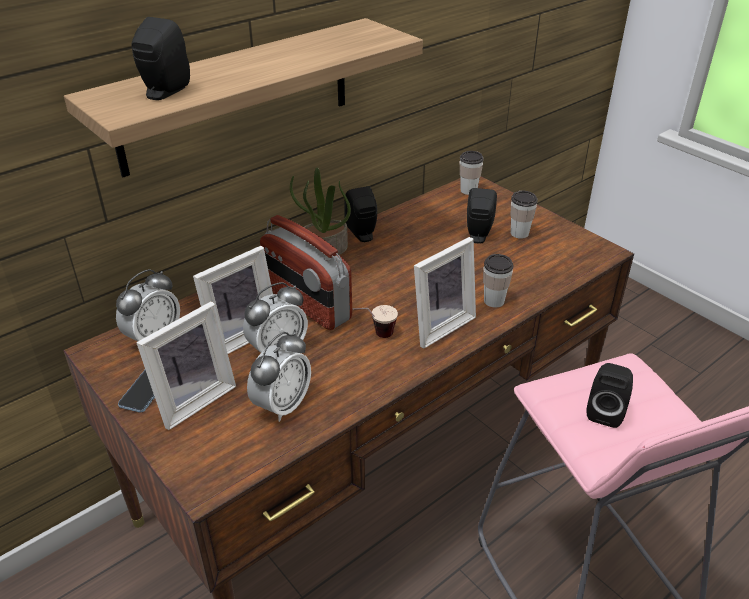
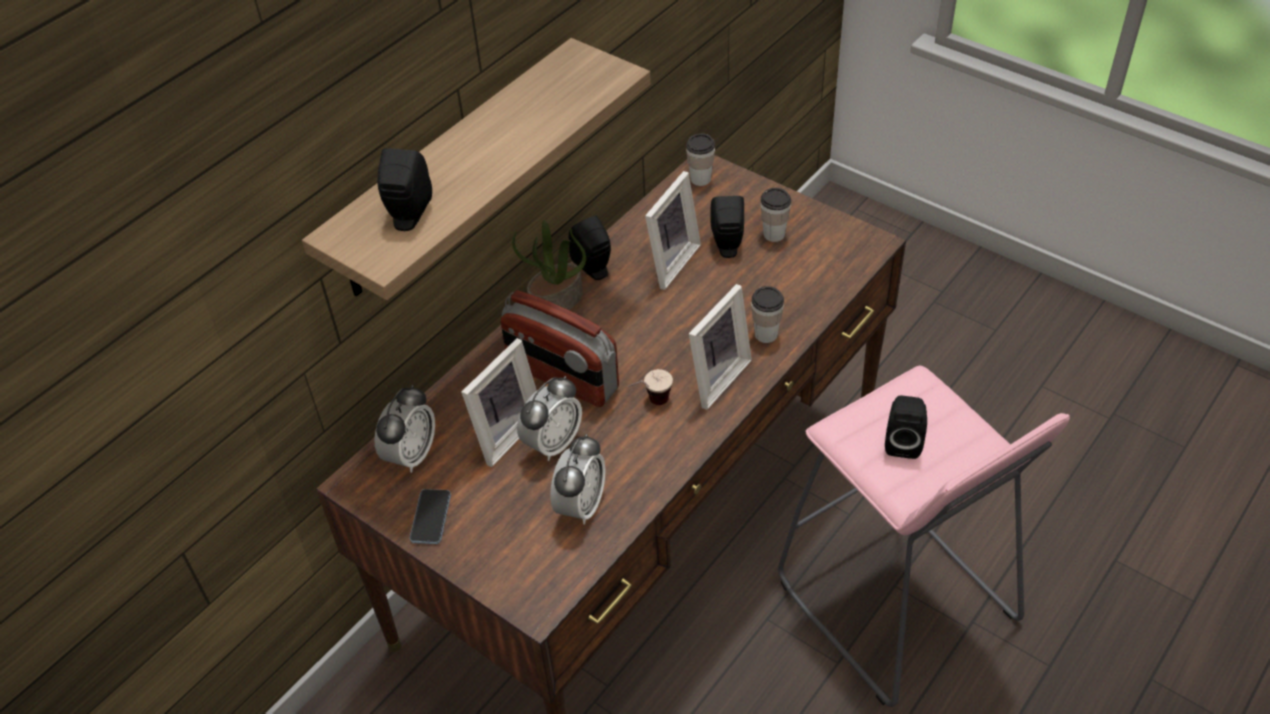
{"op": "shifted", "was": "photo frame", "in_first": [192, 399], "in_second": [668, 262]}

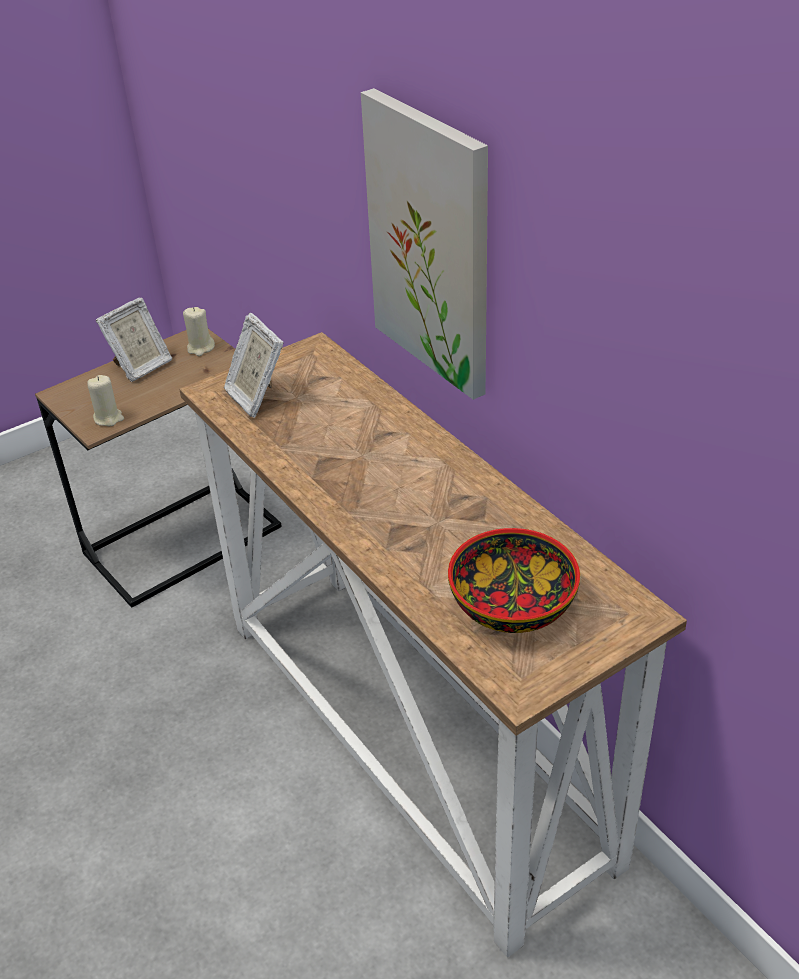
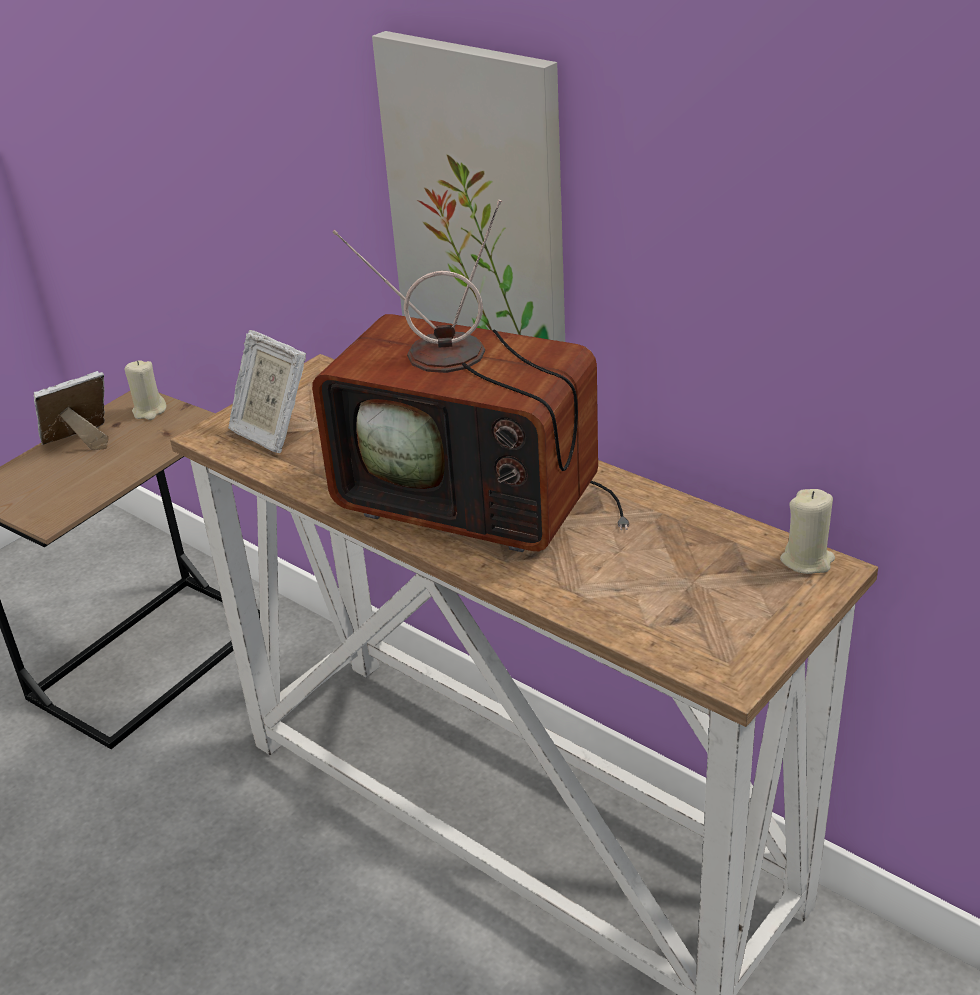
{"op": "gone", "was": "serving bowl", "in_first": [510, 606]}
{"op": "new", "now": "television", "in_second": [478, 502]}
{"op": "shifted", "was": "wax light (beige)", "in_first": [108, 418], "in_second": [807, 560]}
{"op": "rotated", "was": "photo frame", "in_first": [141, 367], "in_second": [81, 443], "clockwise": -150}

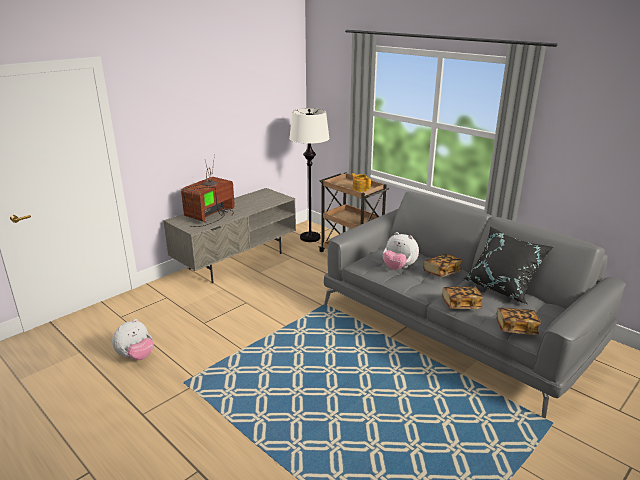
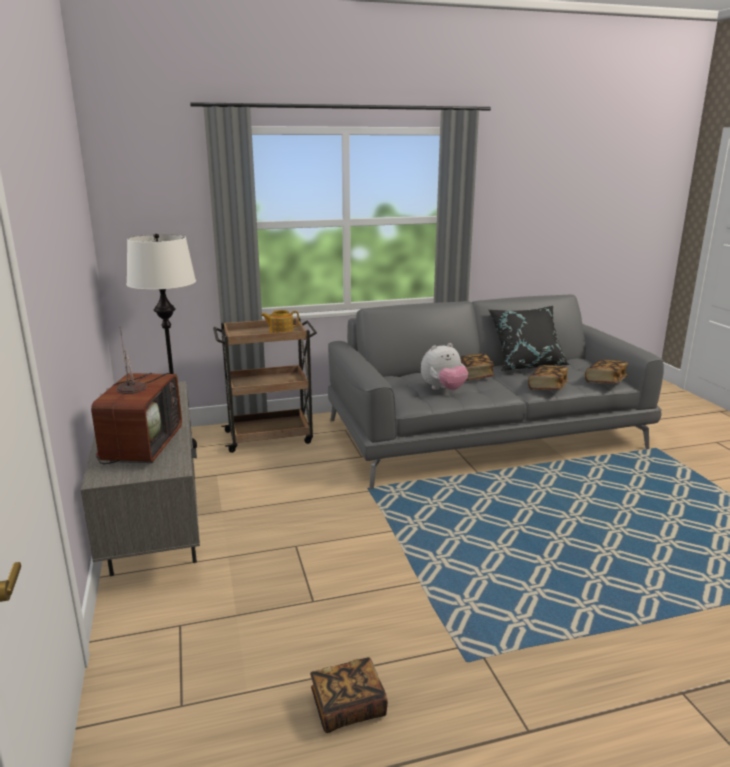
{"op": "swapped", "was": "soft toy", "now": "book", "in_first": [136, 356], "in_second": [348, 707]}
{"op": "rotated", "was": "television", "in_first": [210, 216], "in_second": [141, 446], "clockwise": -150}

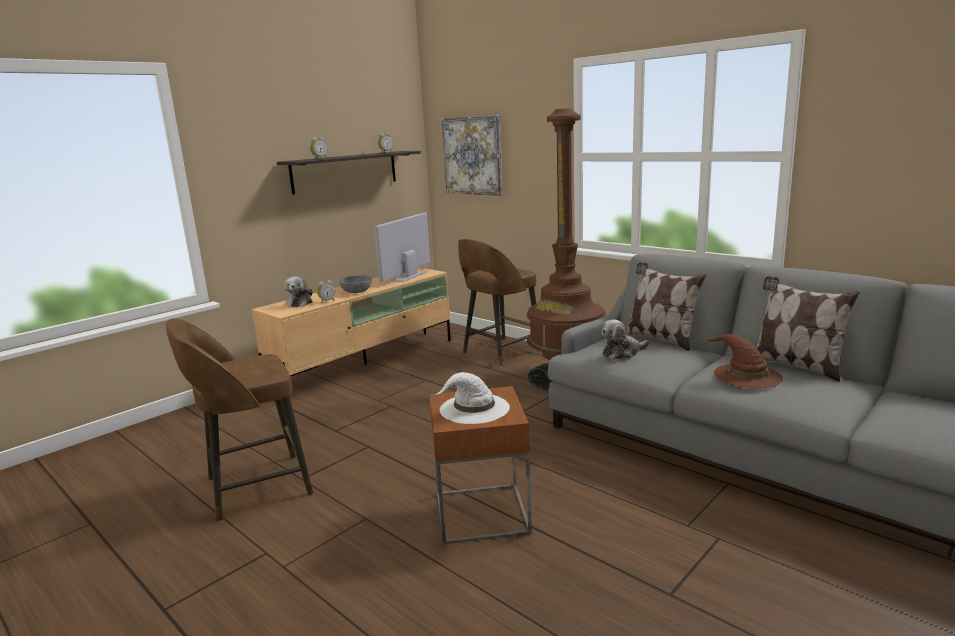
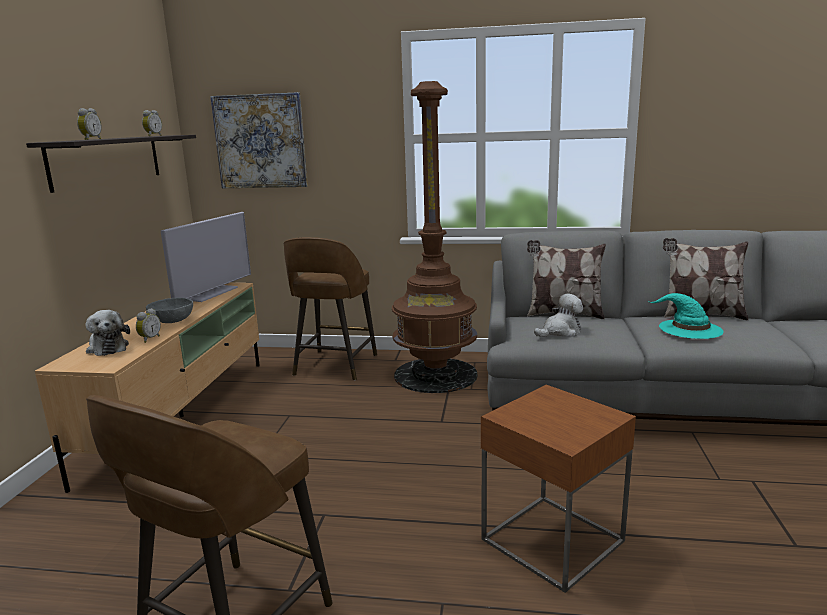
{"op": "gone", "was": "clothing hat (white)", "in_first": [474, 409]}
{"op": "repainted", "was": "clothing hat (brown-coloured)", "now": "clothing hat (blue-green)", "in_first": [746, 375], "in_second": [689, 329]}
{"op": "rotated", "was": "television", "in_first": [409, 276], "in_second": [212, 293], "clockwise": -150}
{"op": "rotated", "was": "soft toy", "in_first": [622, 353], "in_second": [560, 331], "clockwise": -150}

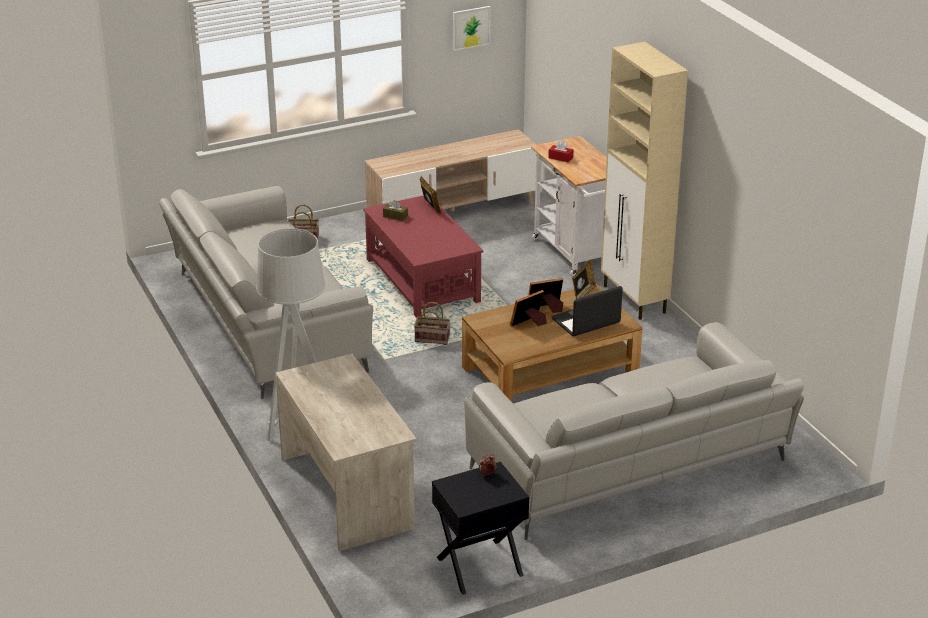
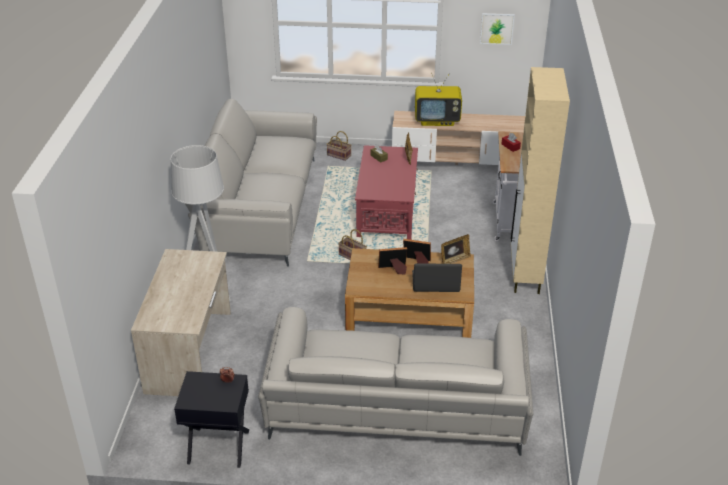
{"op": "new", "now": "television", "in_second": [437, 120]}

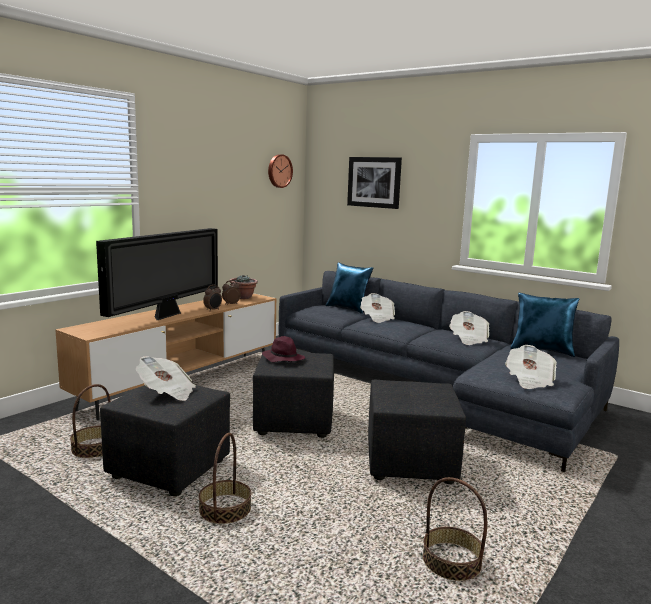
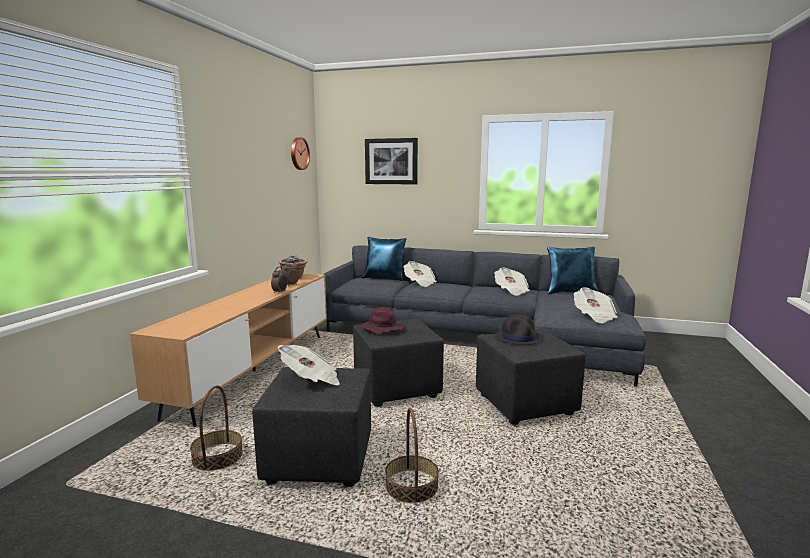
{"op": "gone", "was": "television", "in_first": [167, 315]}
{"op": "gone", "was": "storage basket", "in_first": [451, 562]}
{"op": "new", "now": "clothing hat (black)", "in_second": [518, 337]}

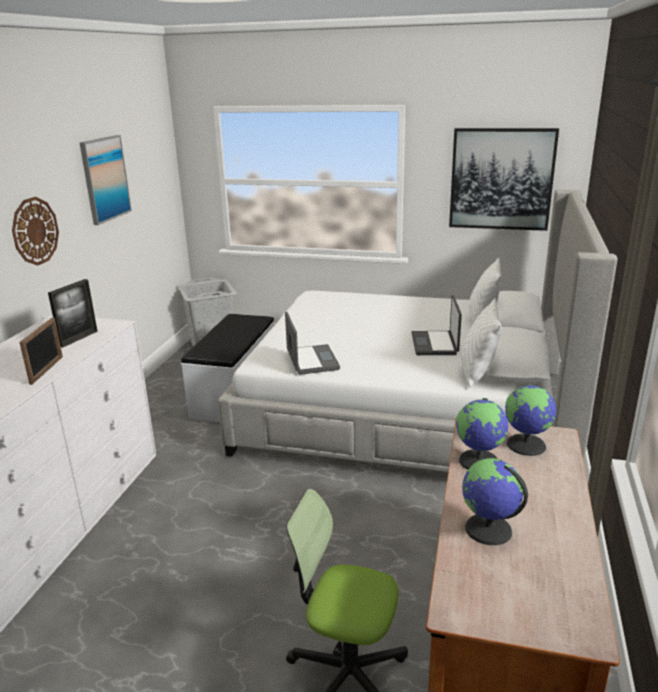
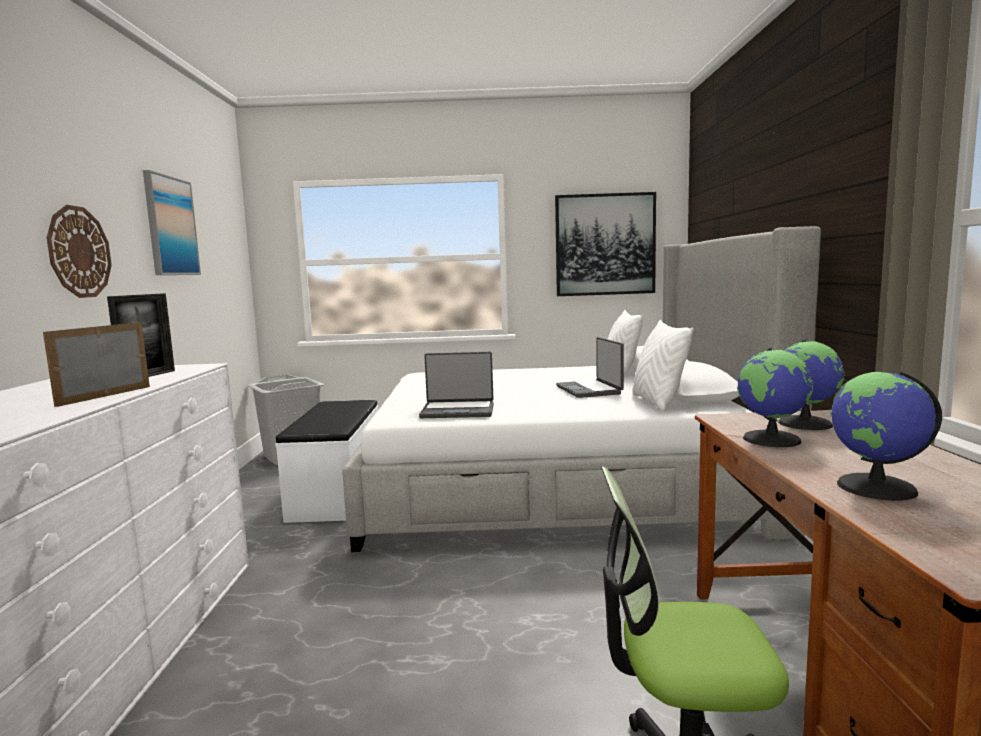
{"op": "rotated", "was": "photo frame", "in_first": [47, 370], "in_second": [104, 396], "clockwise": -150}
{"op": "rotated", "was": "notebook computer", "in_first": [311, 360], "in_second": [458, 411], "clockwise": 120}

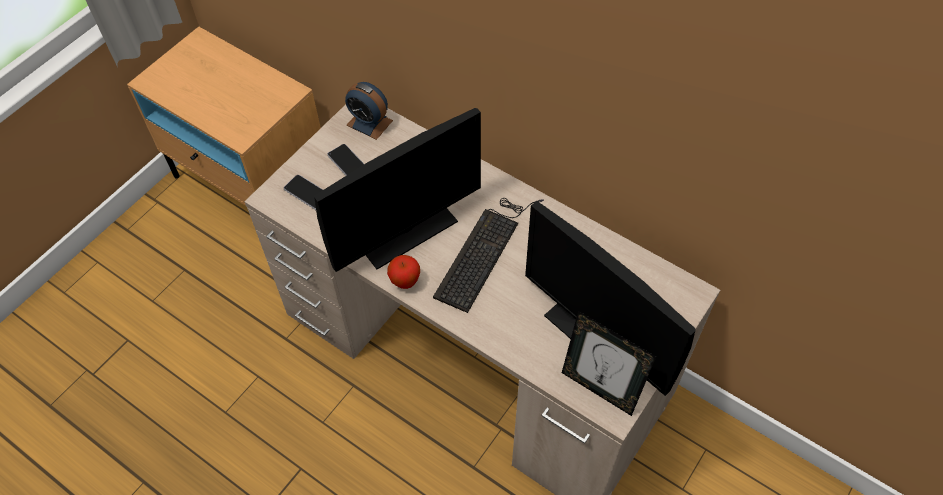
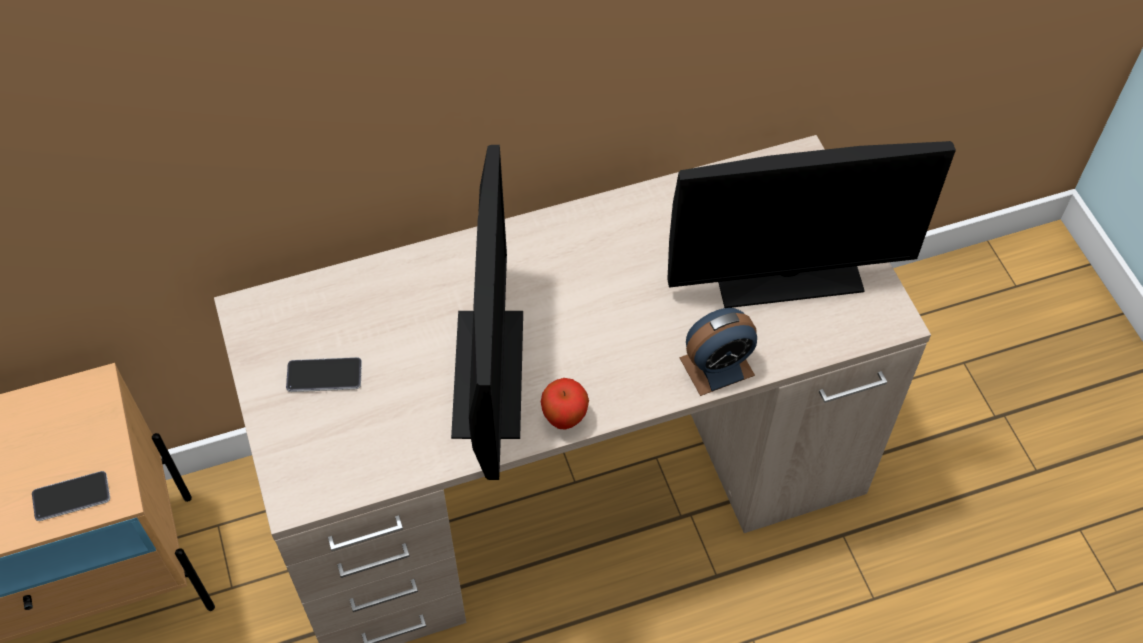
{"op": "gone", "was": "computer keyboard", "in_first": [485, 249]}
{"op": "gone", "was": "photo frame", "in_first": [599, 388]}
{"op": "shifted", "was": "phone", "in_first": [307, 193], "in_second": [71, 496]}
{"op": "shifted", "was": "bedside clock", "in_first": [369, 123], "in_second": [717, 366]}

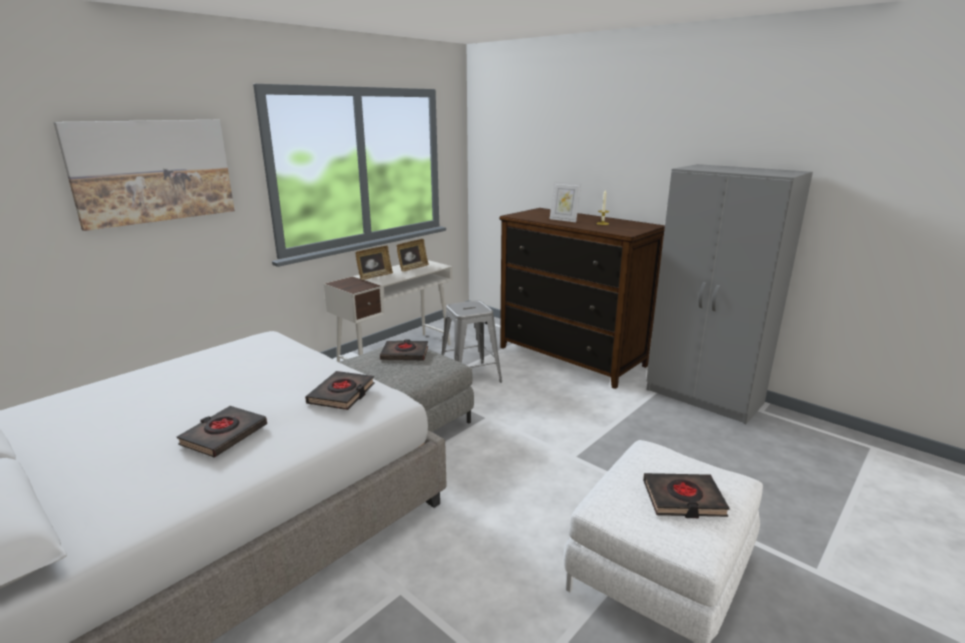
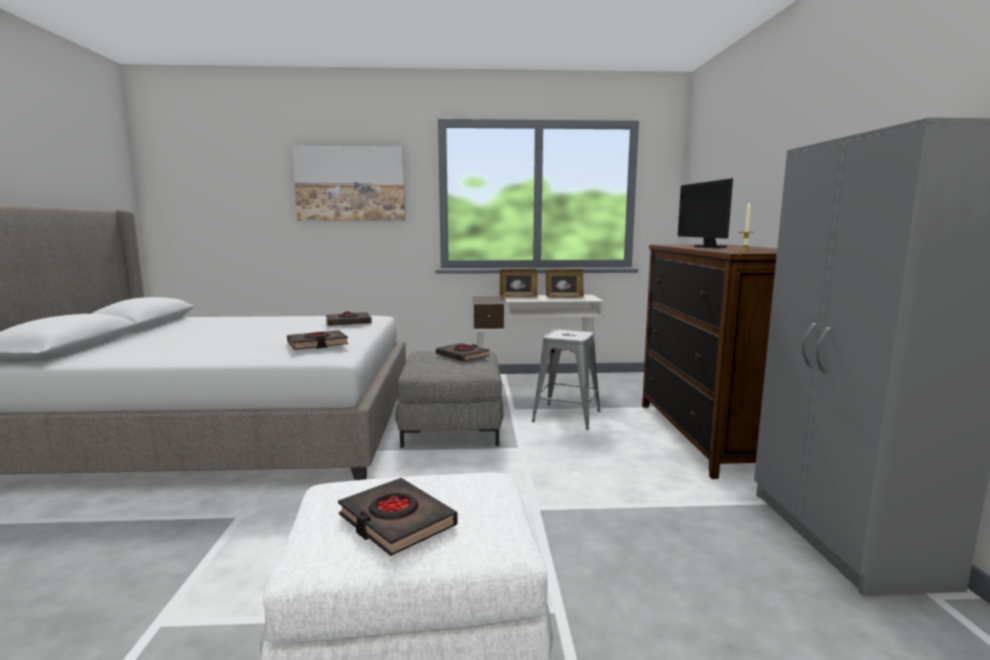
{"op": "shifted", "was": "book (black)", "in_first": [224, 435], "in_second": [348, 322]}
{"op": "swapped", "was": "photo frame", "now": "computer screen", "in_first": [564, 220], "in_second": [707, 247]}

